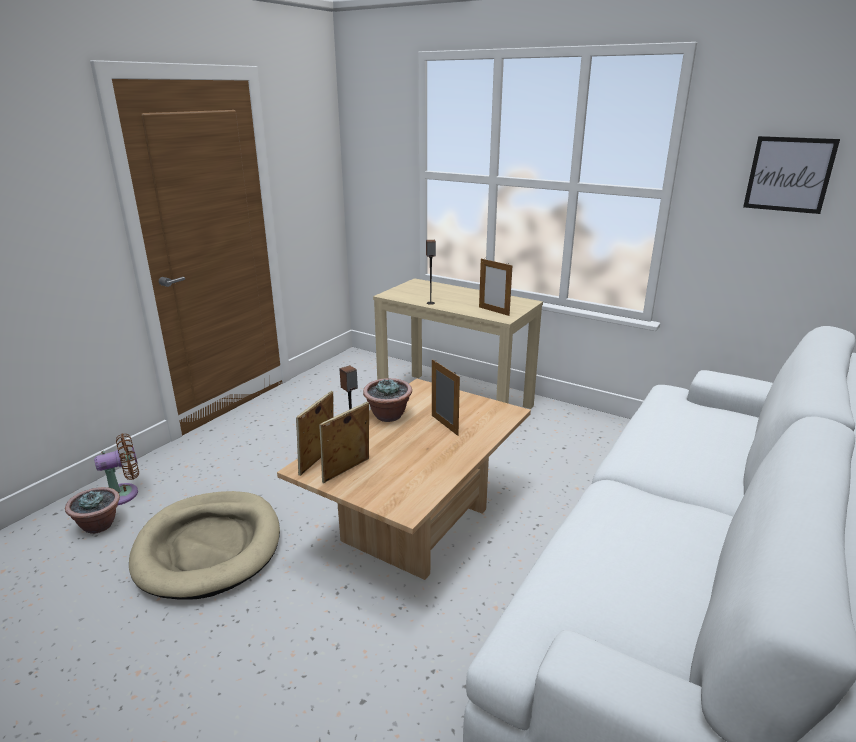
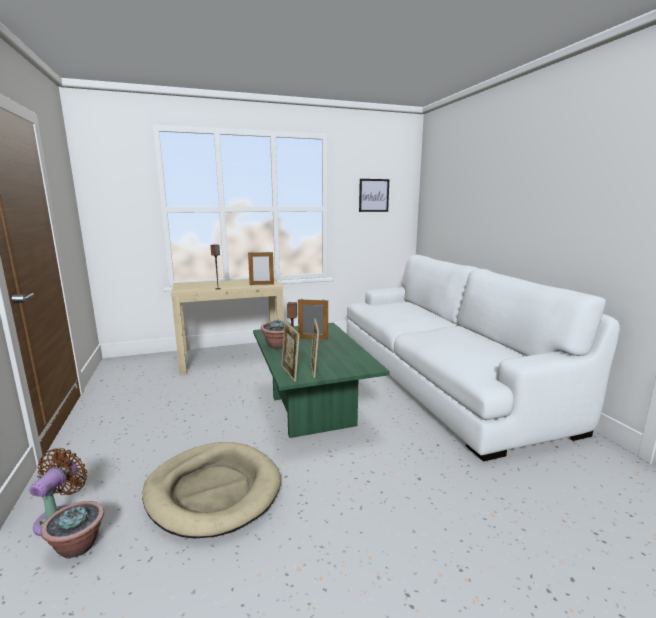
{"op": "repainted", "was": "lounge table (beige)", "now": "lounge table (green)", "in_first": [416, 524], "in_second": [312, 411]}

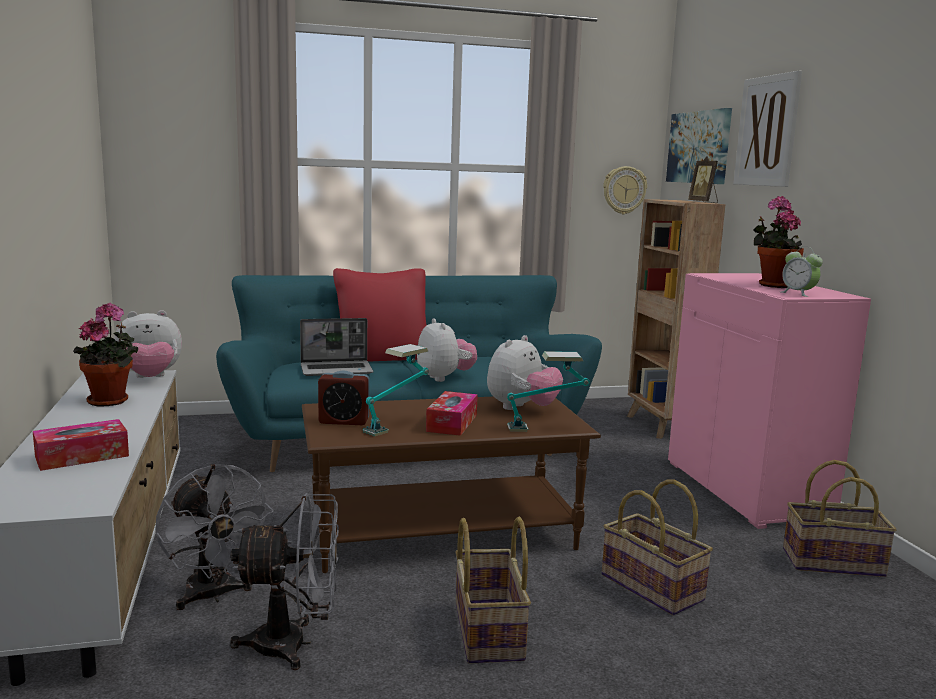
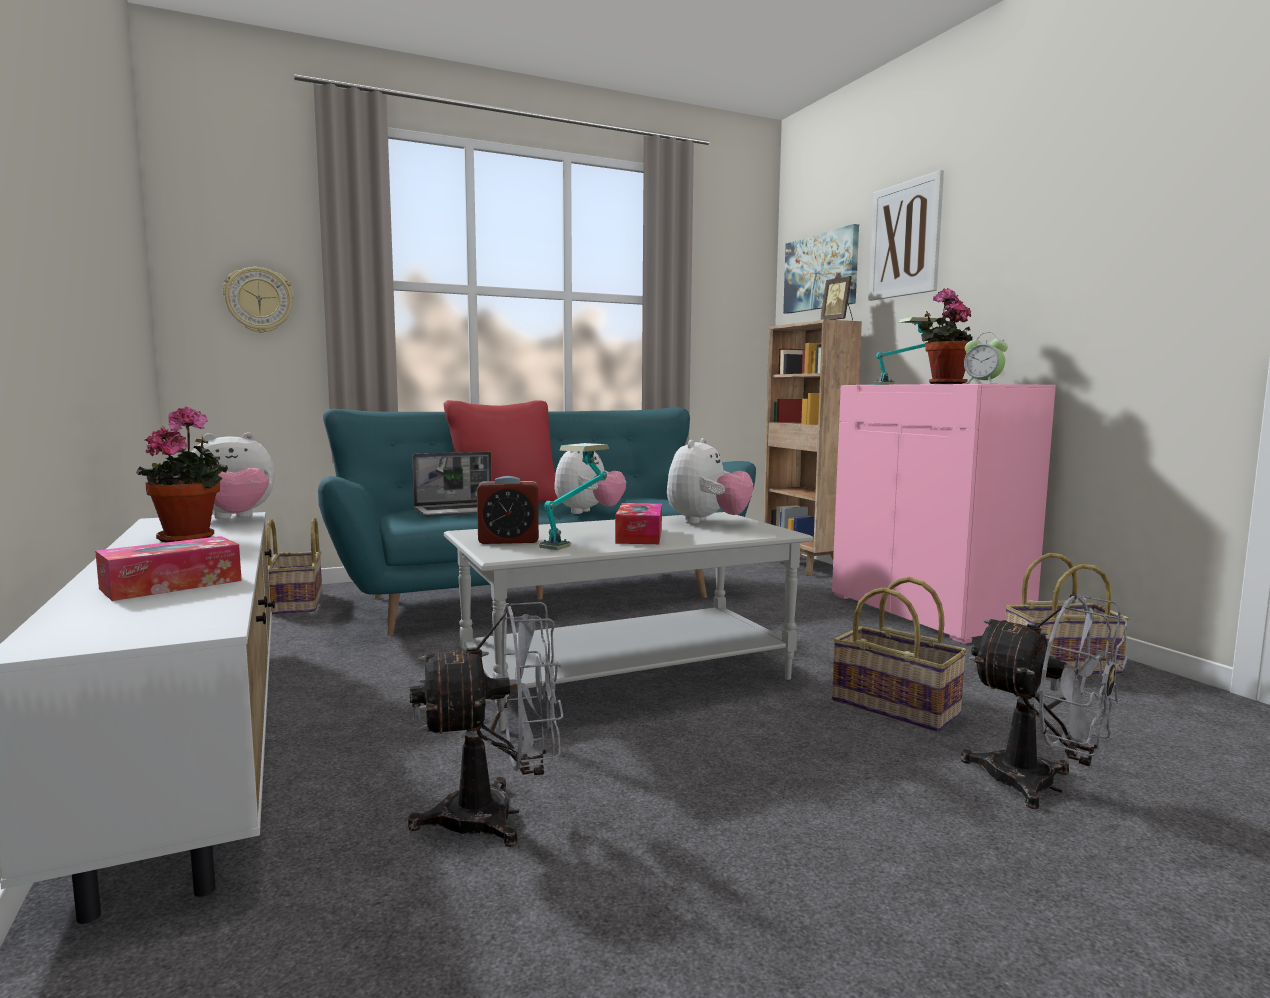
{"op": "shifted", "was": "electric fan (greyish)", "in_first": [213, 596], "in_second": [1040, 786]}
{"op": "shifted", "was": "storage basket", "in_first": [486, 631], "in_second": [296, 603]}
{"op": "shifted", "was": "lamp for a table", "in_first": [545, 429], "in_second": [905, 384]}
{"op": "shifted", "was": "wall clock", "in_first": [624, 190], "in_second": [259, 300]}
{"op": "repainted", "was": "lounge table (brown-coloured)", "now": "lounge table (greyish)", "in_first": [443, 533], "in_second": [627, 677]}
{"op": "rotated", "was": "soft toy", "in_first": [445, 378], "in_second": [589, 512], "clockwise": 60}

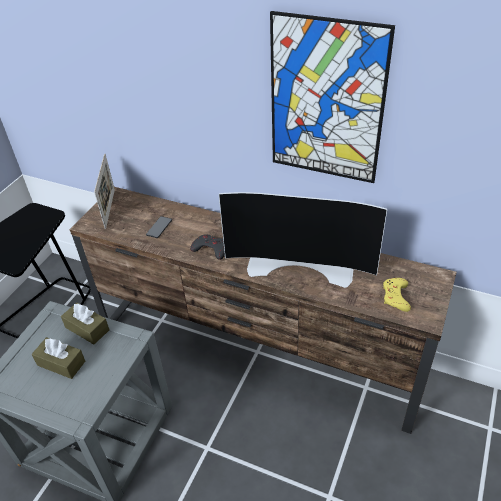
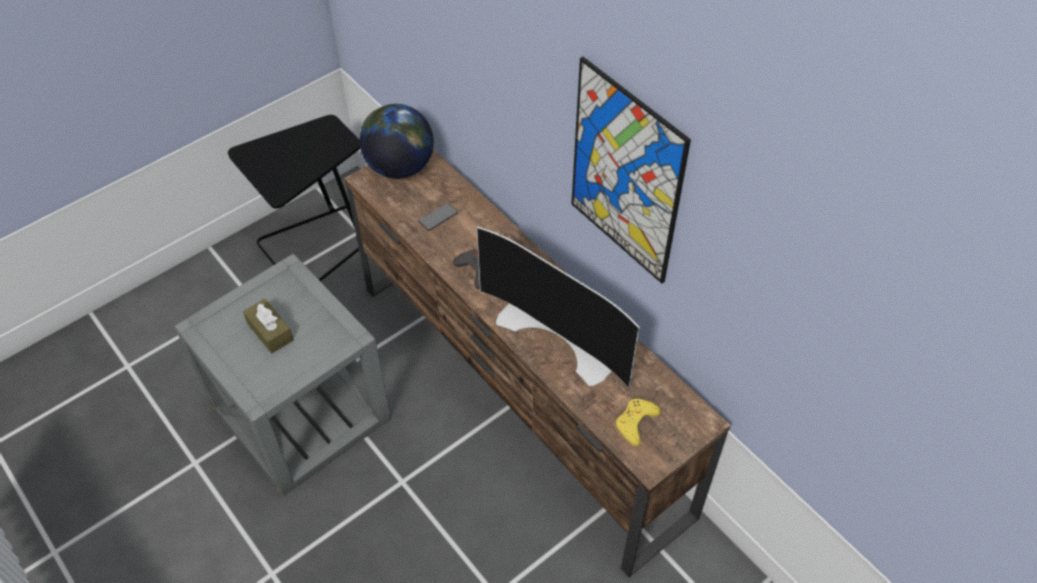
{"op": "gone", "was": "box of tissues (brown-coloured)", "in_first": [87, 328]}
{"op": "swapped", "was": "photo frame", "now": "world globe", "in_first": [110, 208], "in_second": [400, 167]}

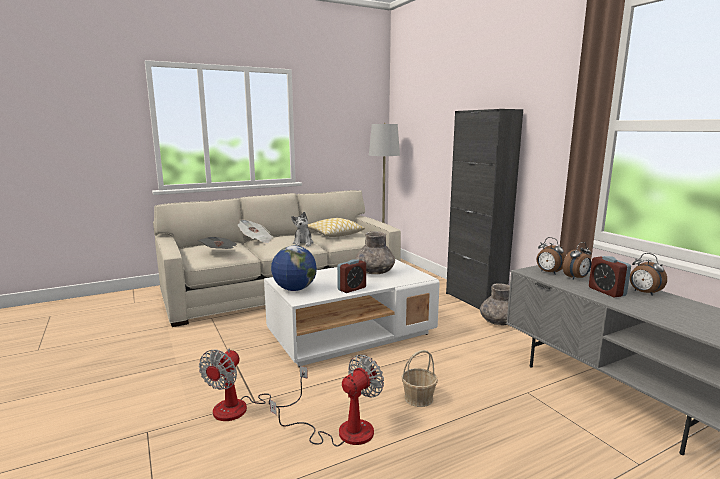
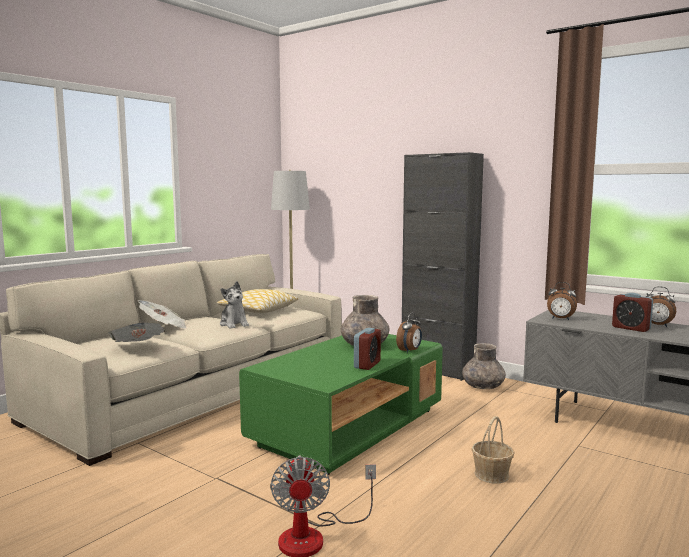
{"op": "gone", "was": "electric fan", "in_first": [342, 432]}
{"op": "gone", "was": "world globe", "in_first": [294, 289]}
{"op": "shifted", "was": "bedside clock", "in_first": [576, 278], "in_second": [410, 351]}
{"op": "repainted", "was": "lounge table (white)", "now": "lounge table (green)", "in_first": [351, 334], "in_second": [348, 427]}

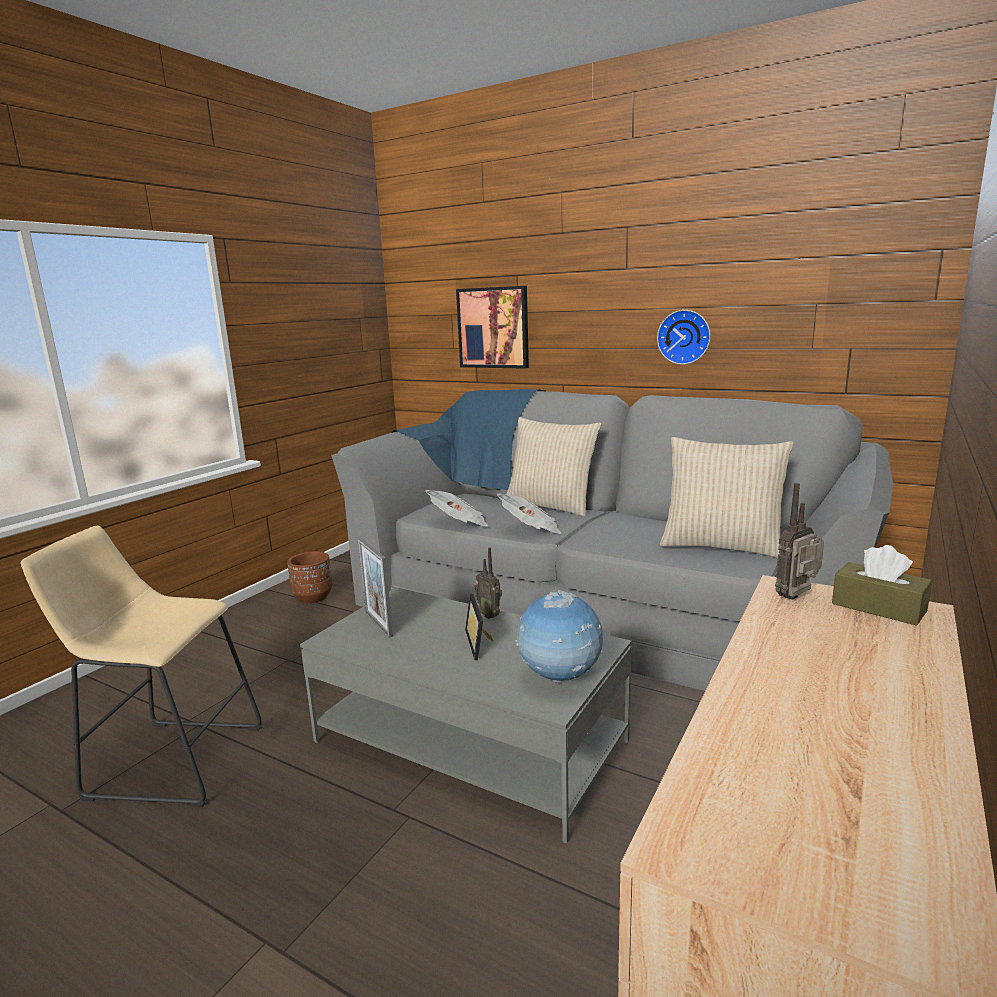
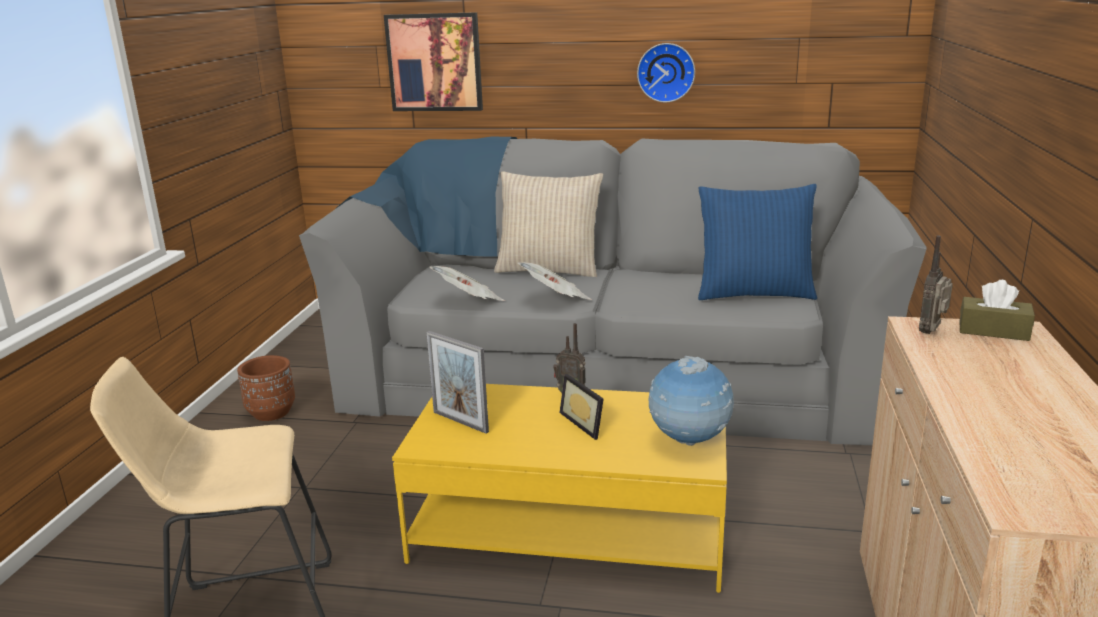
{"op": "repainted", "was": "lounge table (greyish)", "now": "lounge table (yellow-coloured)", "in_first": [470, 742], "in_second": [571, 527]}
{"op": "repainted", "was": "throw pillow (beige)", "now": "throw pillow (blue)", "in_first": [721, 546], "in_second": [754, 293]}

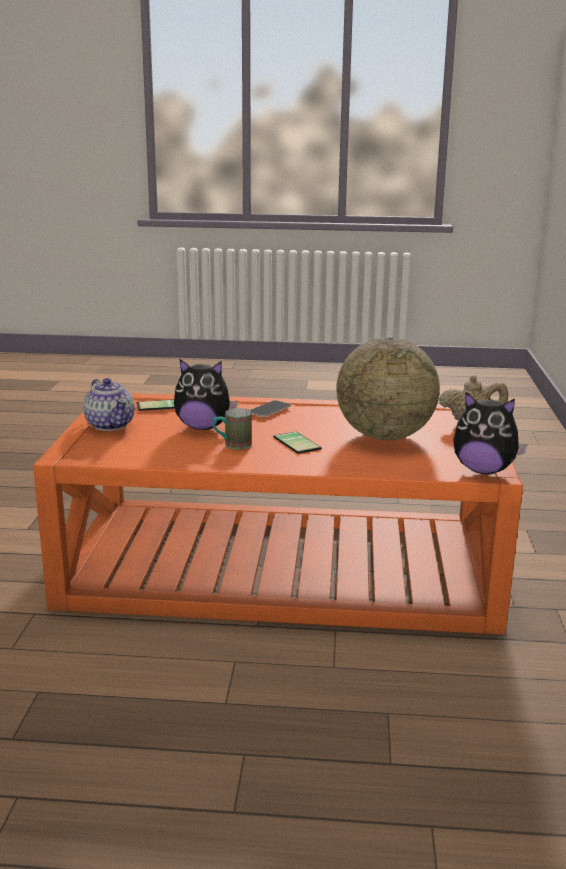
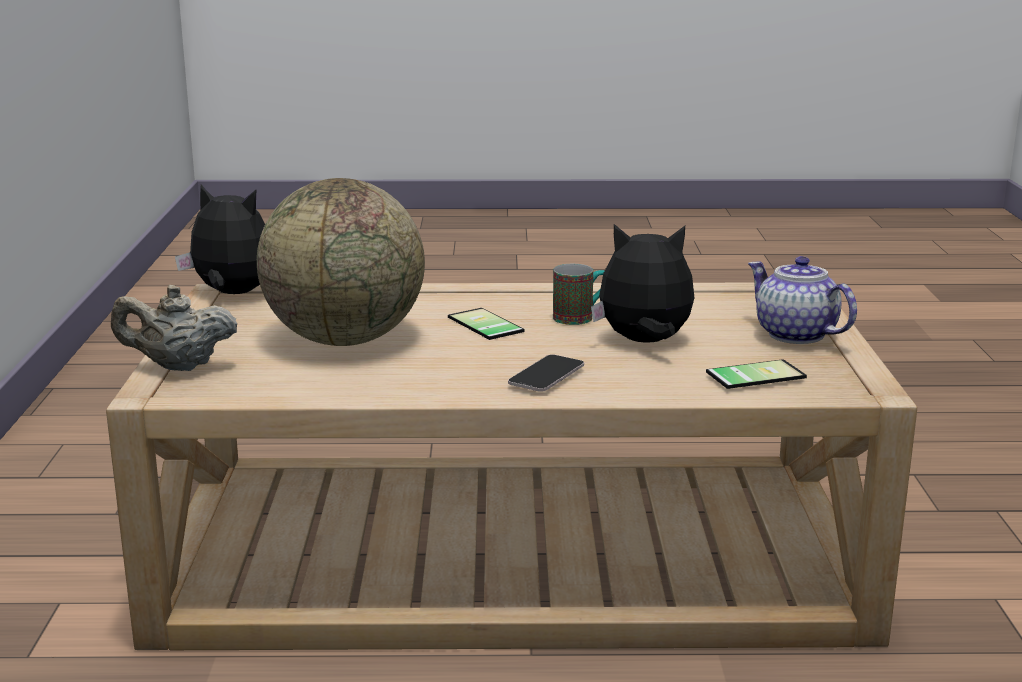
{"op": "repainted", "was": "lounge table (orangey)", "now": "lounge table (beige)", "in_first": [281, 564], "in_second": [510, 556]}

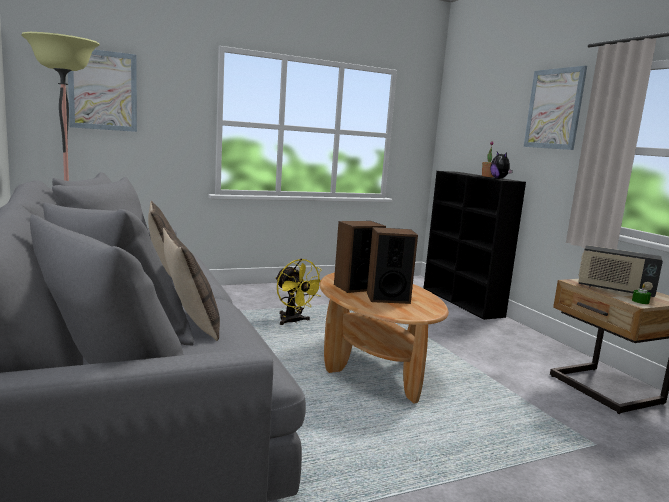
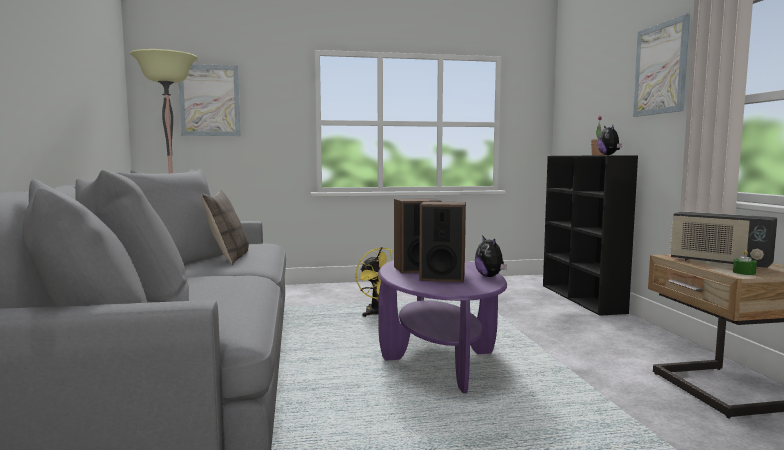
{"op": "gone", "was": "throw pillow", "in_first": [190, 325]}
{"op": "new", "now": "soft toy", "in_second": [490, 276]}
{"op": "repainted", "was": "lounge table (brown-coloured)", "now": "lounge table (purple-coloured)", "in_first": [373, 367], "in_second": [438, 357]}

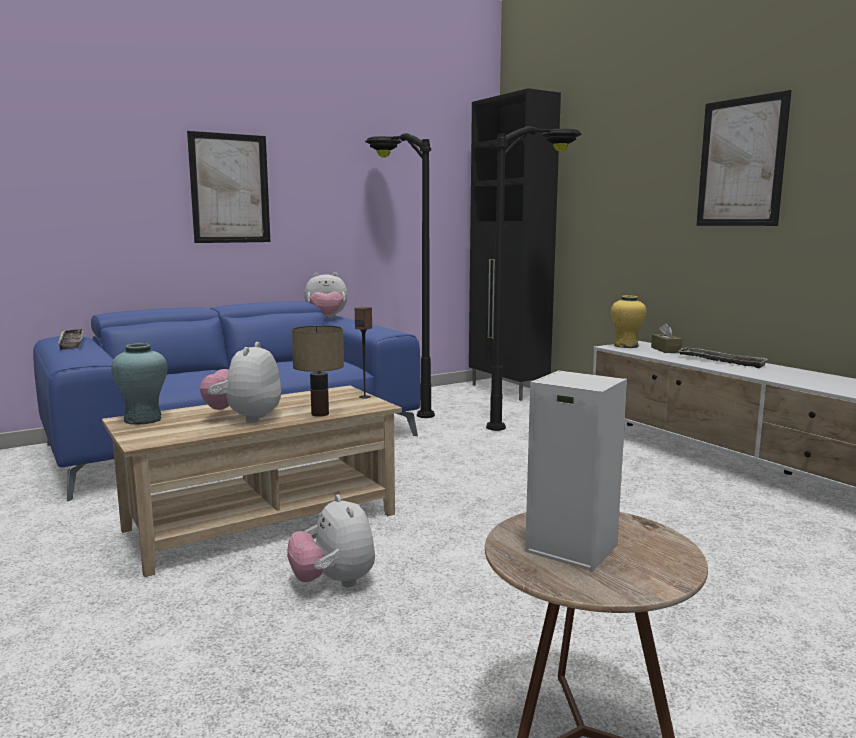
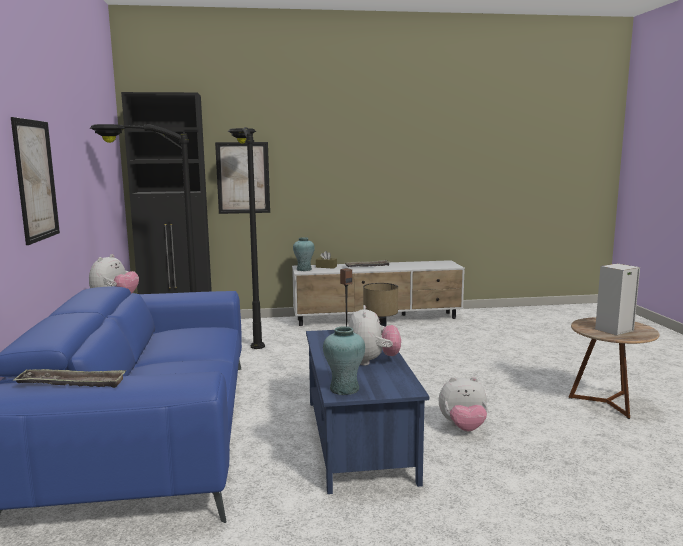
{"op": "shifted", "was": "wall art", "in_first": [741, 162], "in_second": [243, 178]}
{"op": "repainted", "was": "lounge table (beige)", "now": "lounge table (blue)", "in_first": [262, 522], "in_second": [357, 438]}
{"op": "repainted", "was": "decorative vase (yellow-coloured)", "now": "decorative vase (blue-green)", "in_first": [626, 346], "in_second": [304, 269]}
{"op": "rotated", "was": "soft toy", "in_first": [245, 418], "in_second": [372, 361], "clockwise": -120}

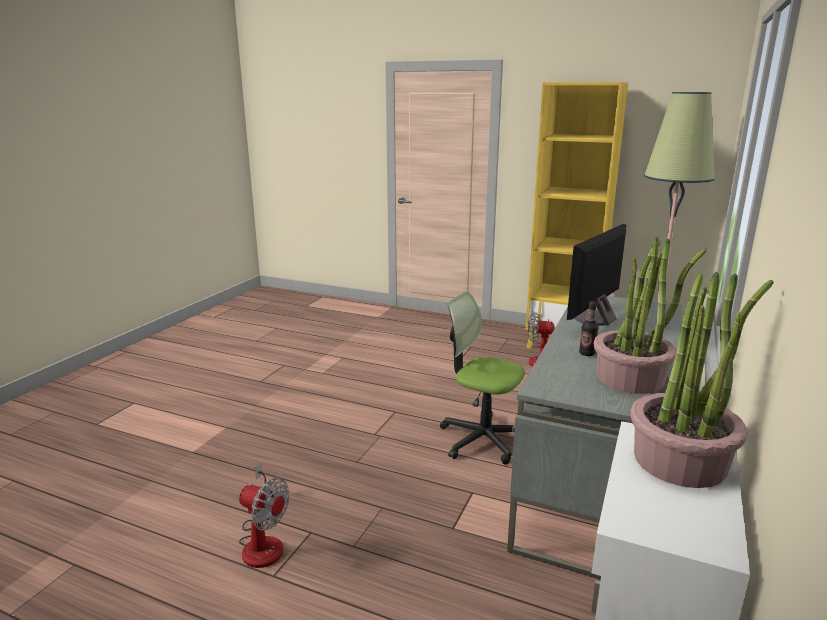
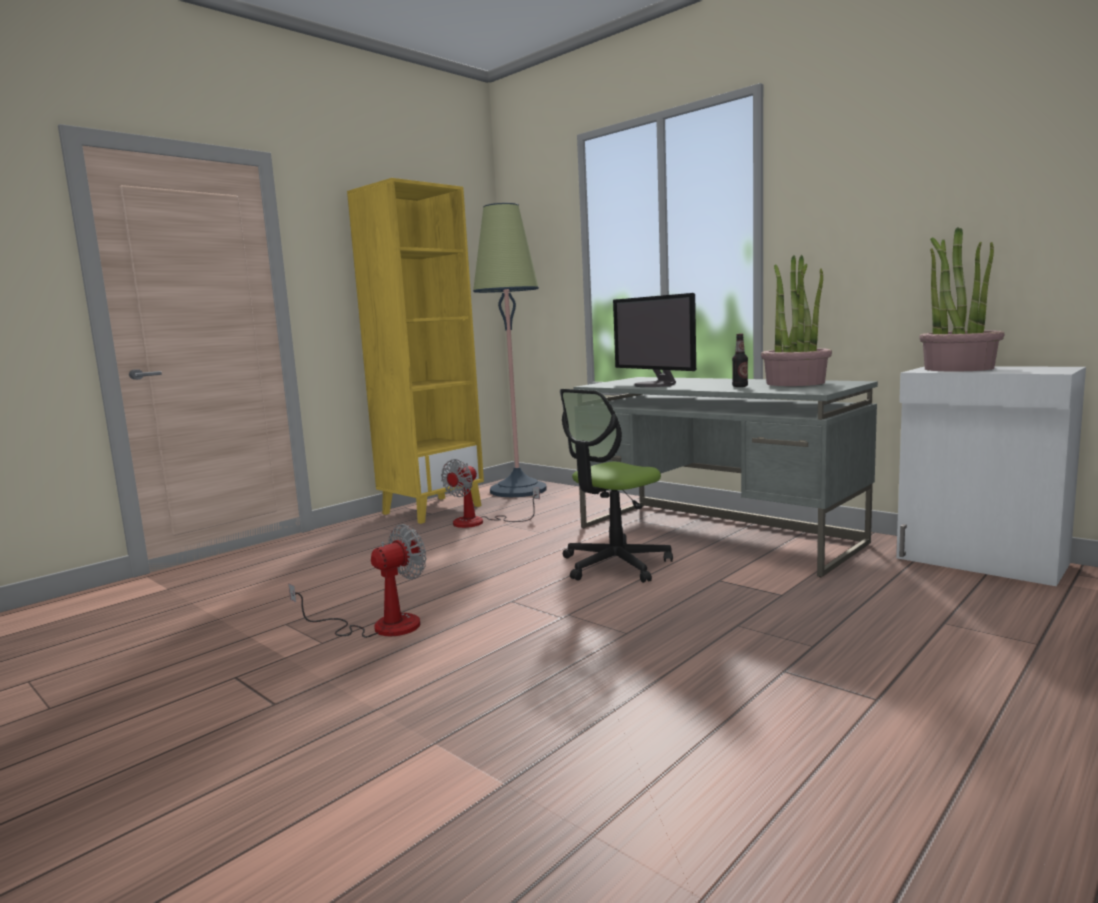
{"op": "shifted", "was": "electric fan", "in_first": [263, 541], "in_second": [380, 626]}

